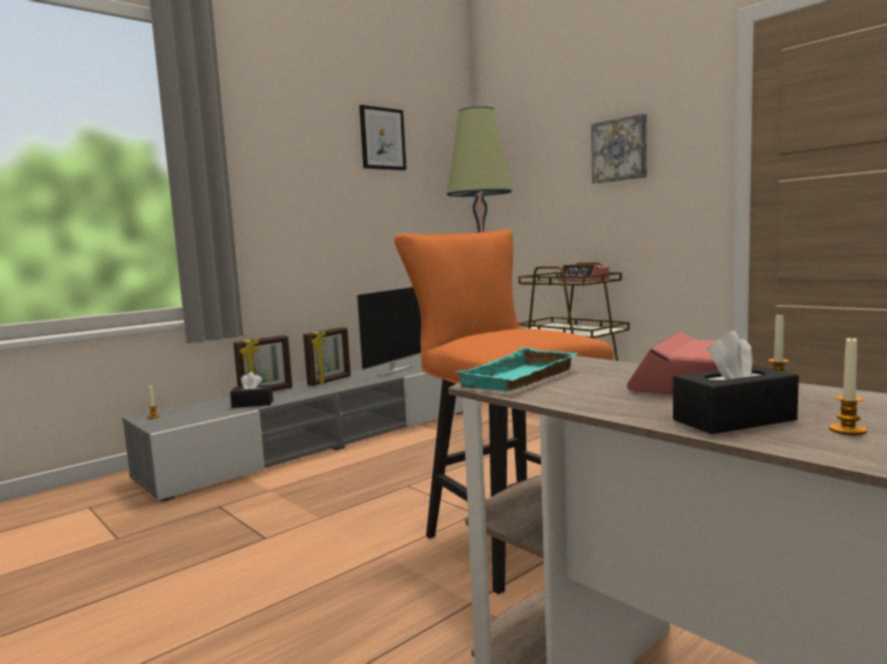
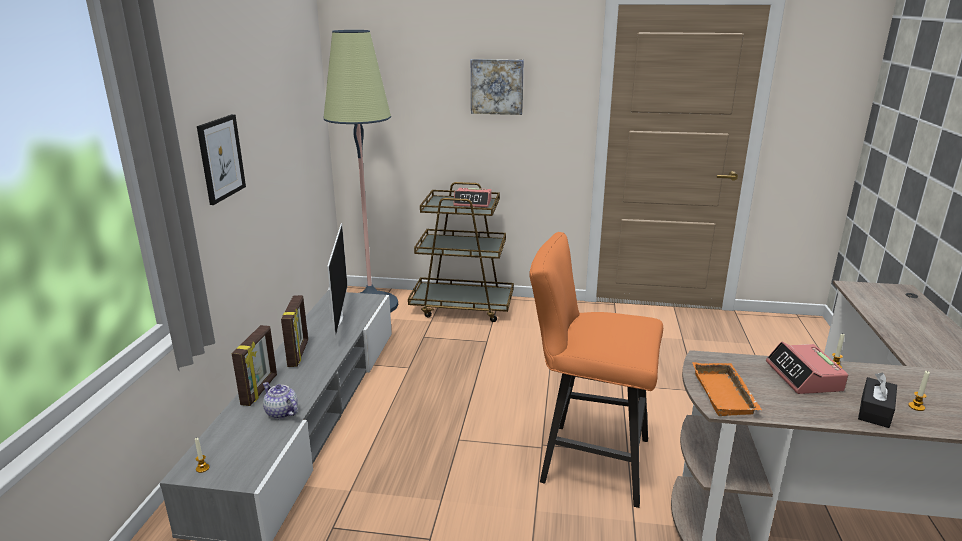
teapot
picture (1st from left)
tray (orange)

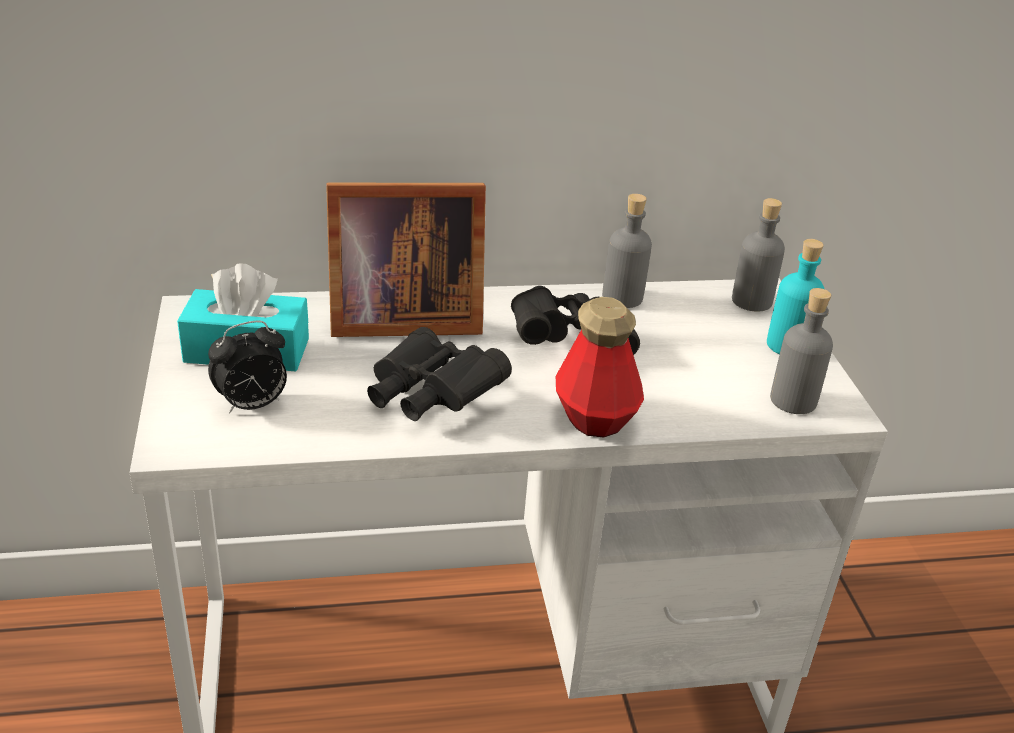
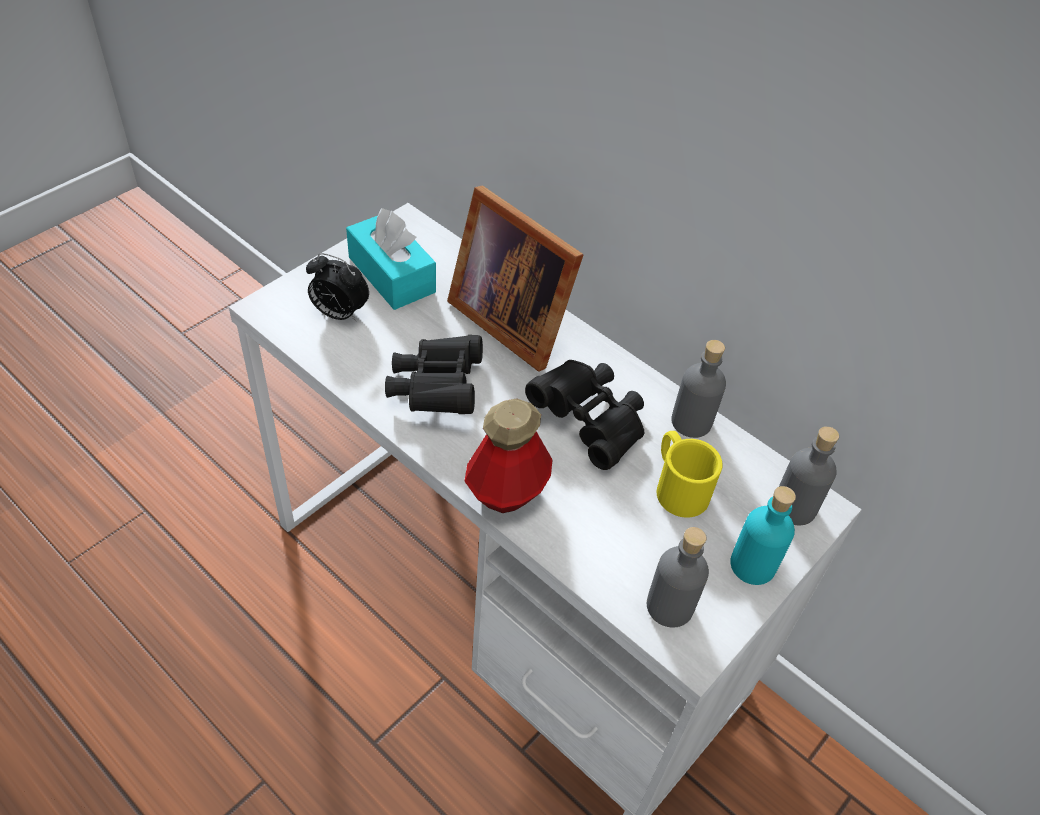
mug (yellow)

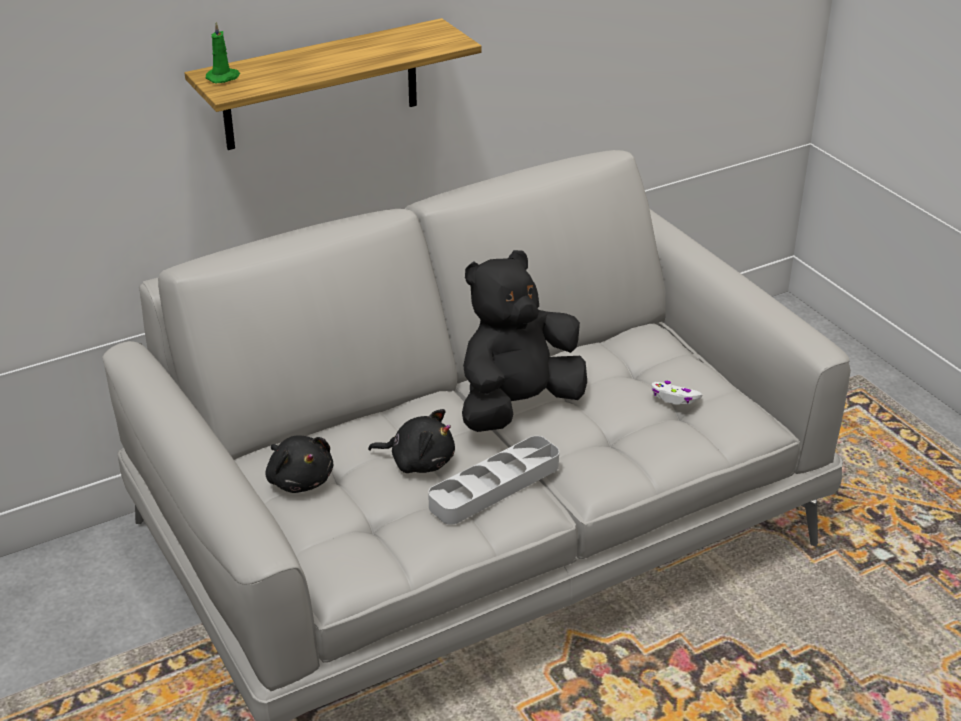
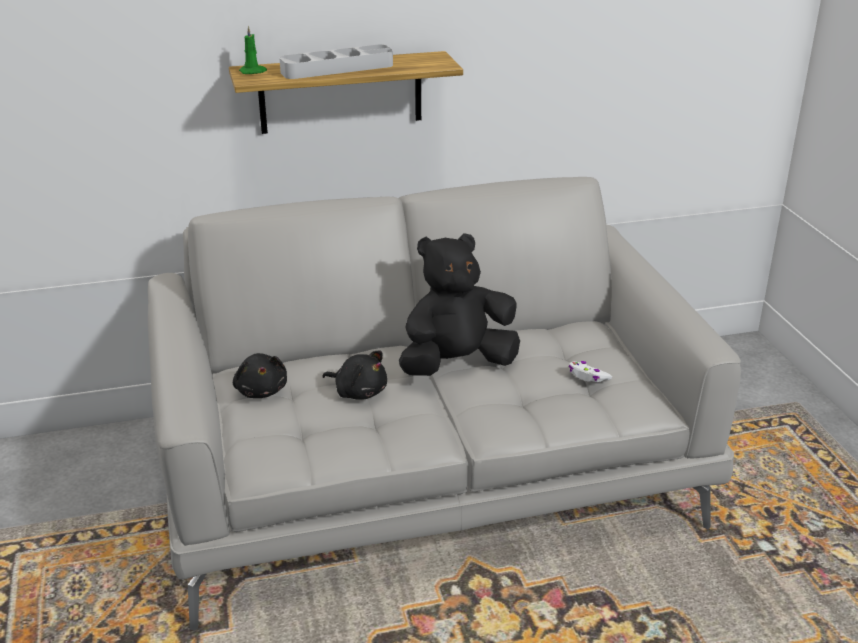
tray (grey)

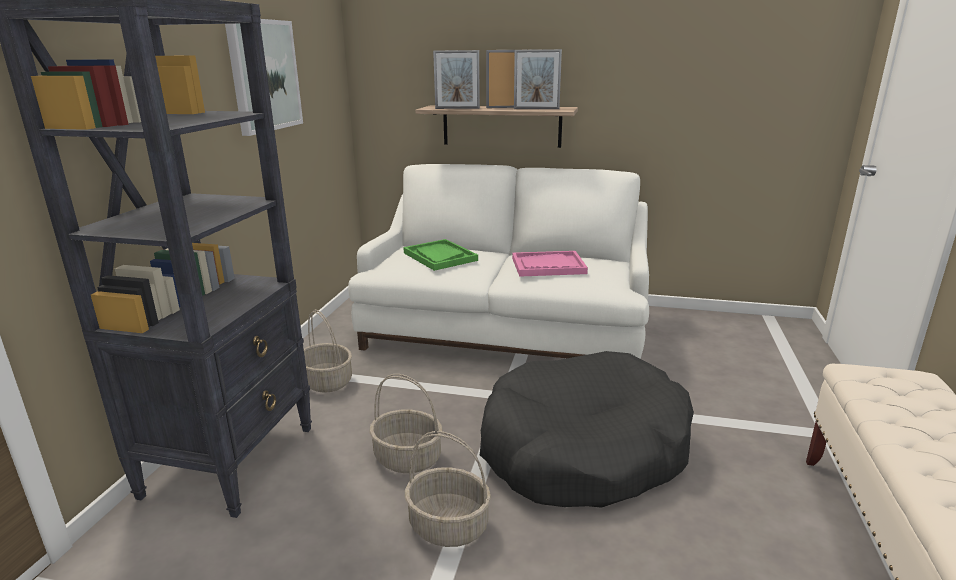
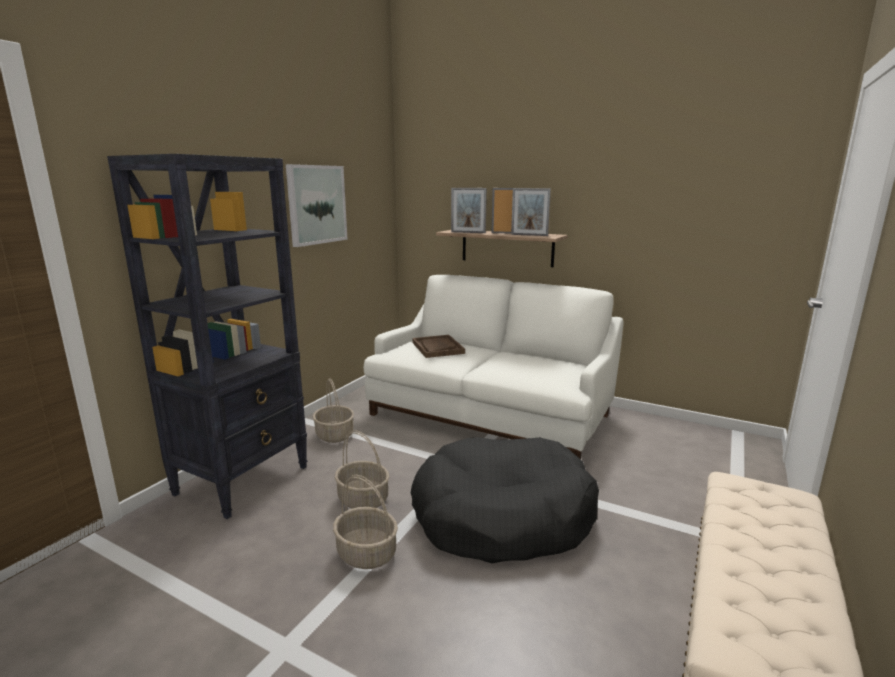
tray (brown)
tray (pink)

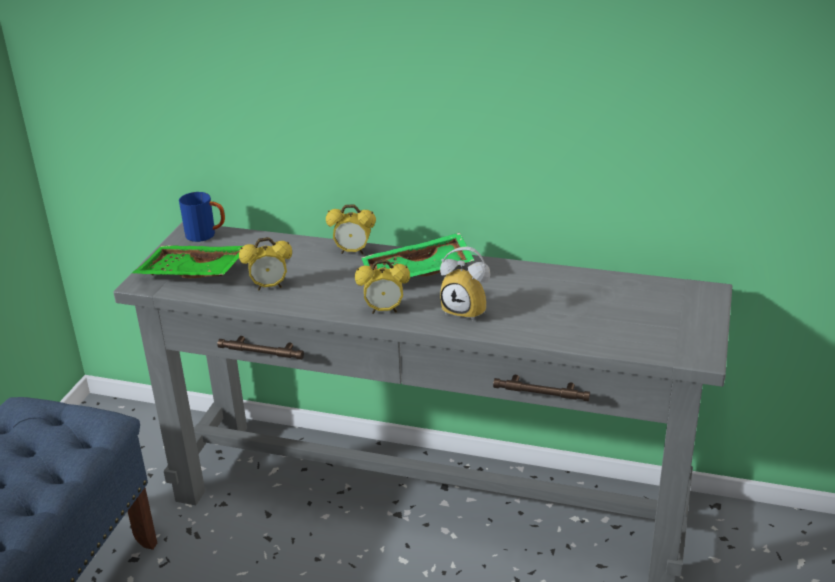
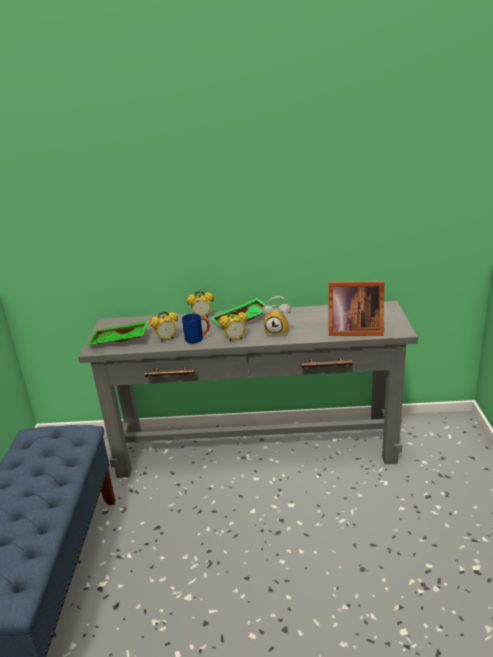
mug (blue)
picture frame

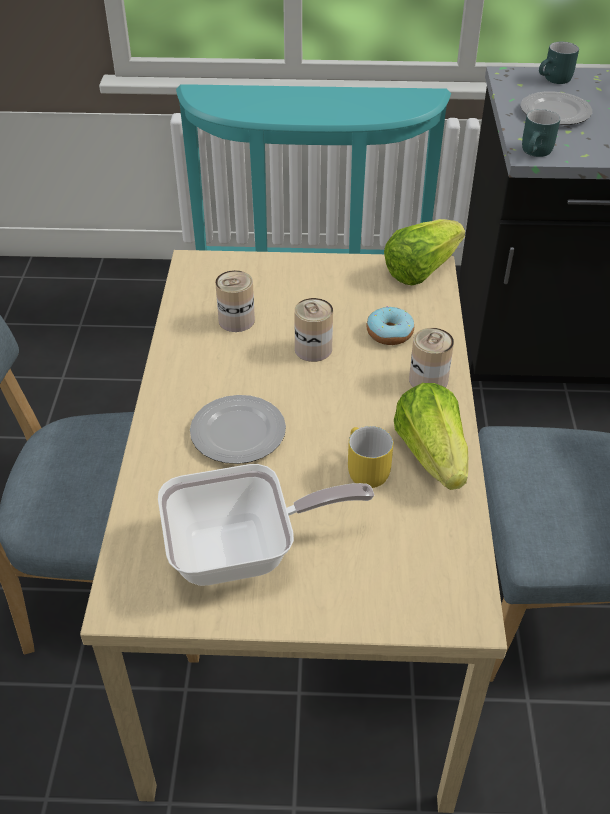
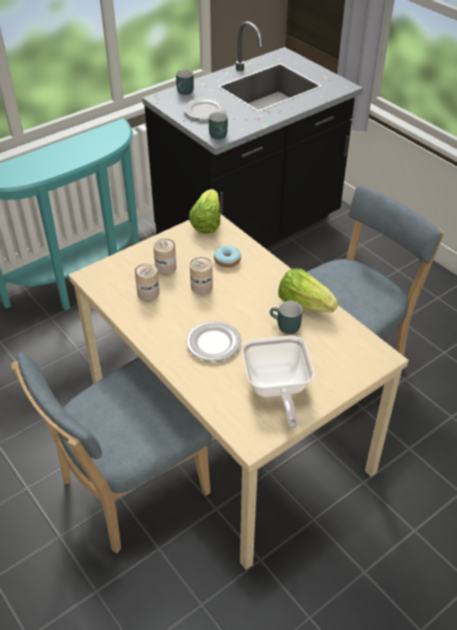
frying pan
mug (turquoise) (3rd from left)
can (2nd from left)

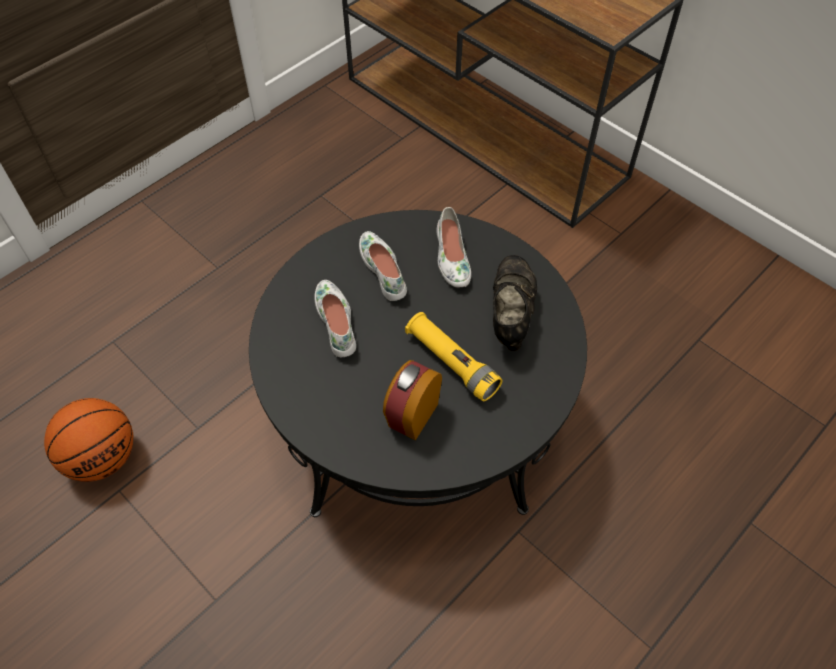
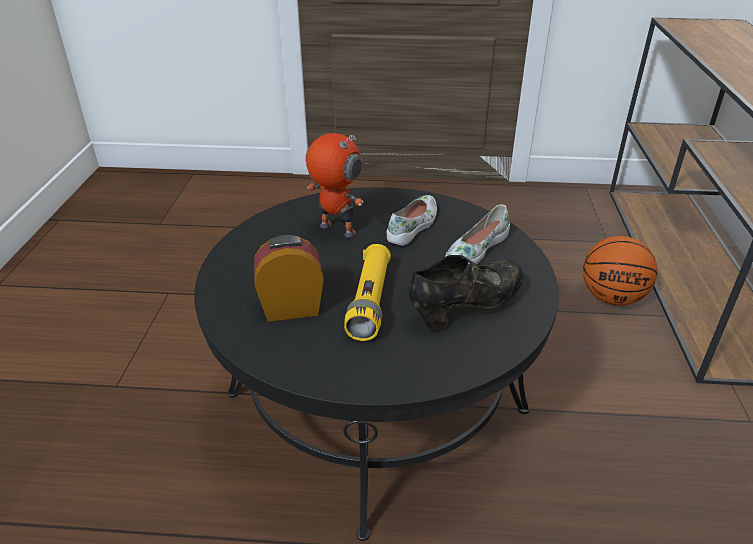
basketball
toy robot

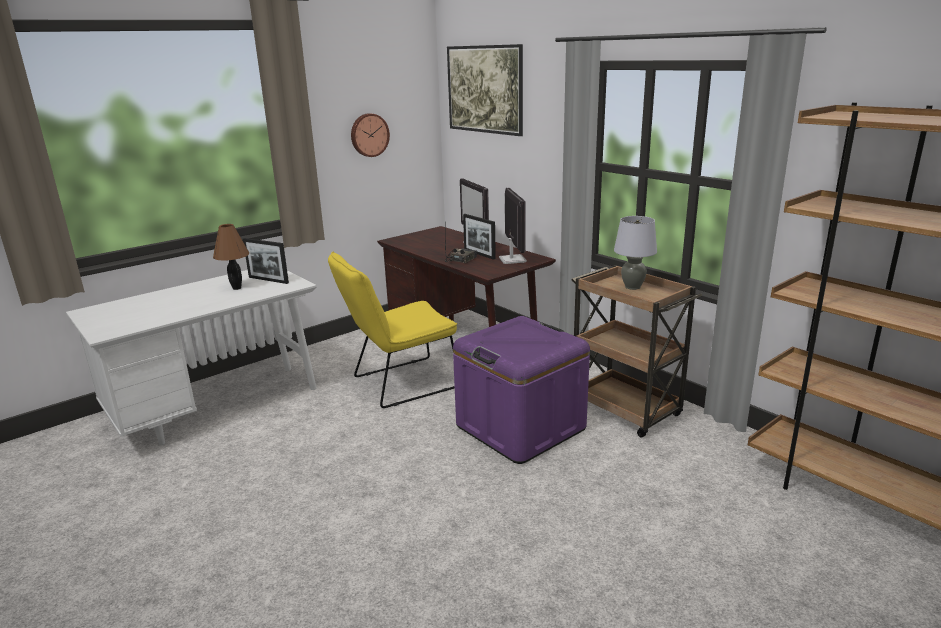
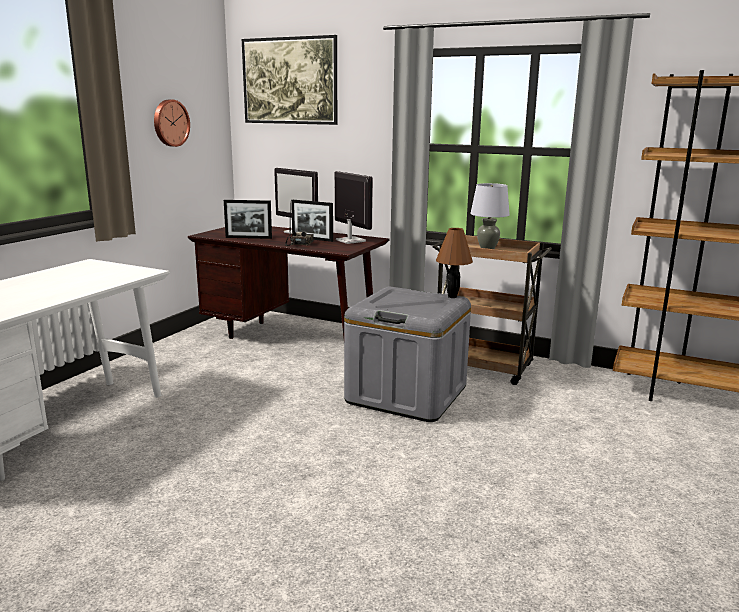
table lamp (brown)
picture frame (1st from left)
chair (yellow)
storage box (grey)

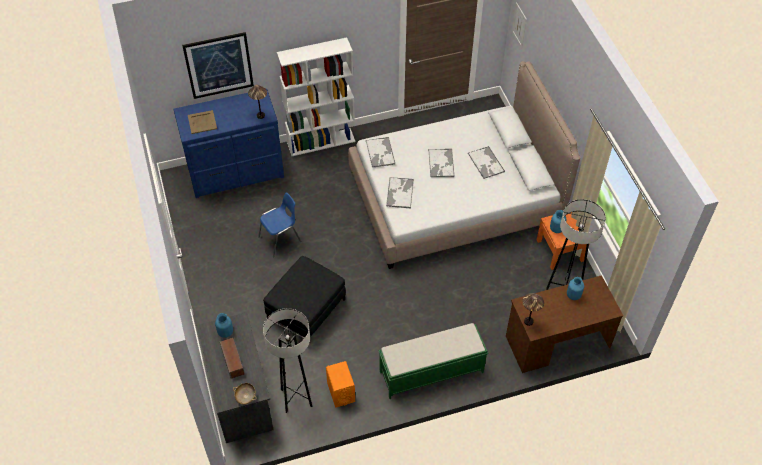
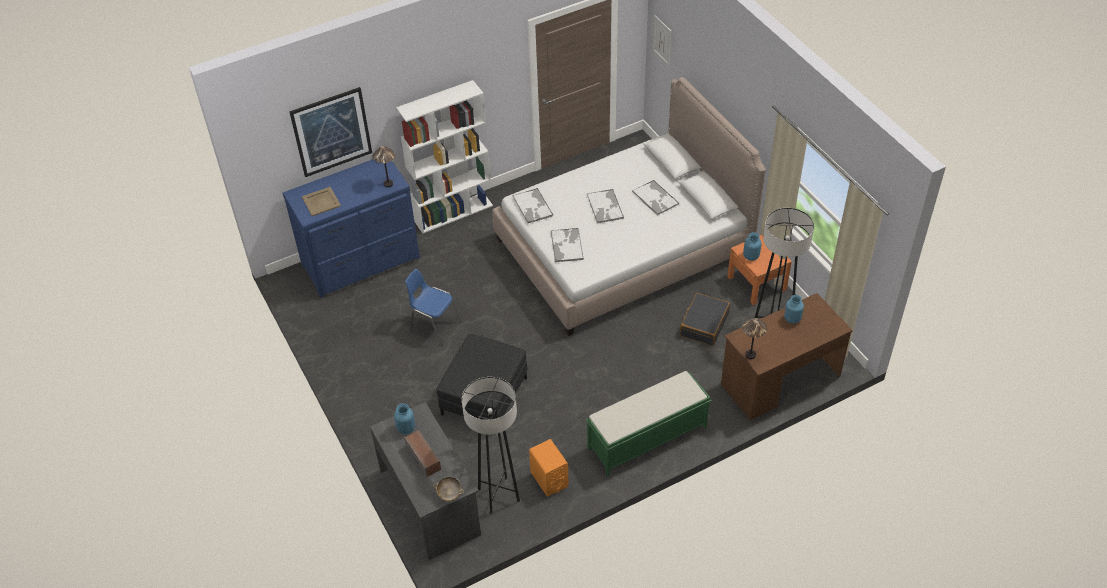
chair (blue)
suitcase (black)

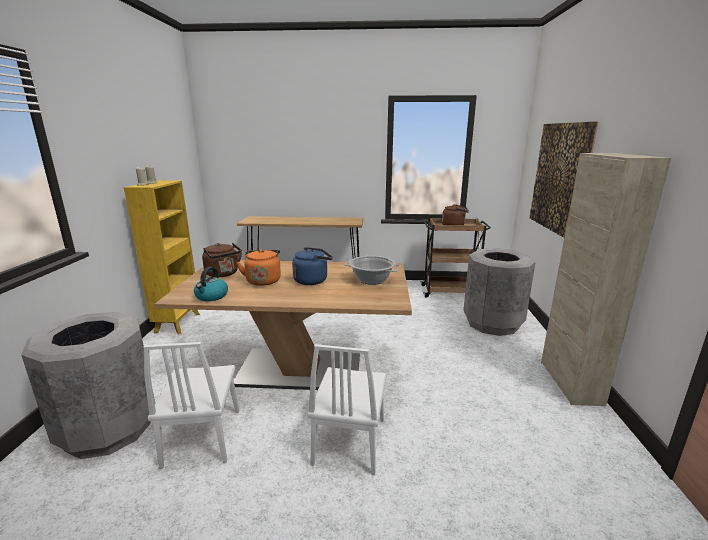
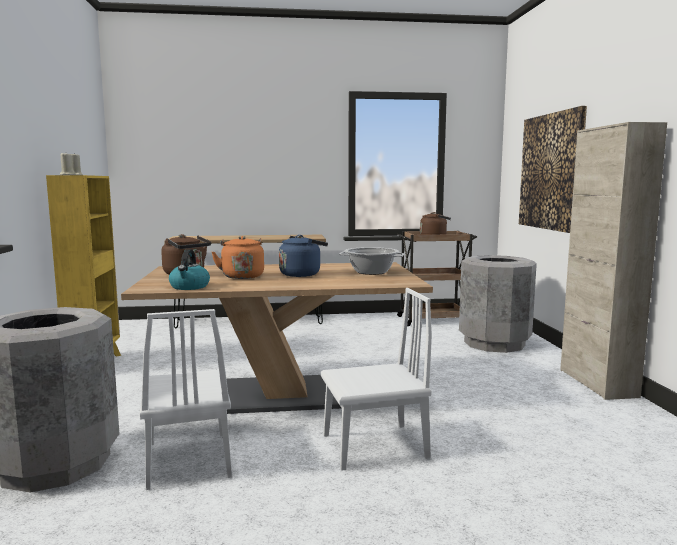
chair (white) (2nd from left)

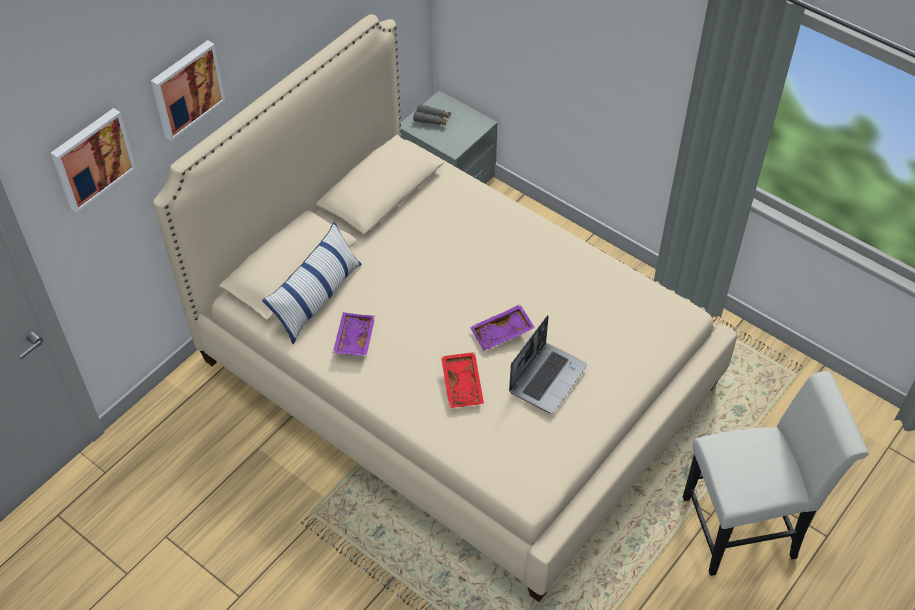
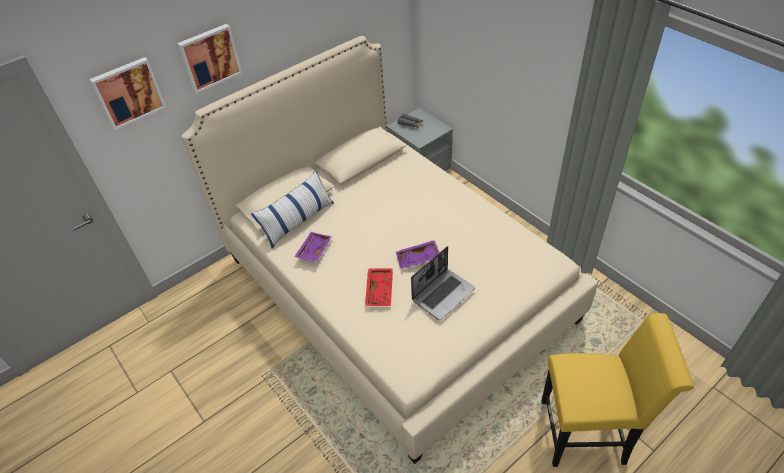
chair (yellow)

